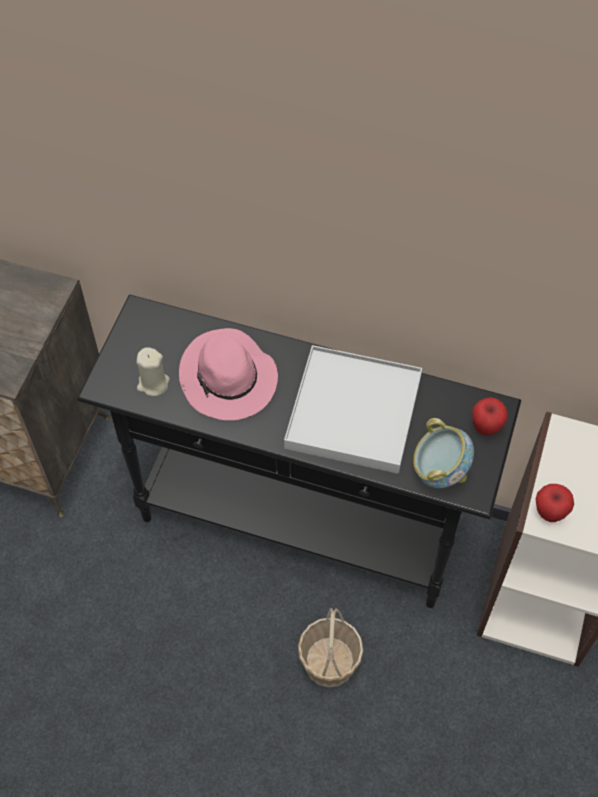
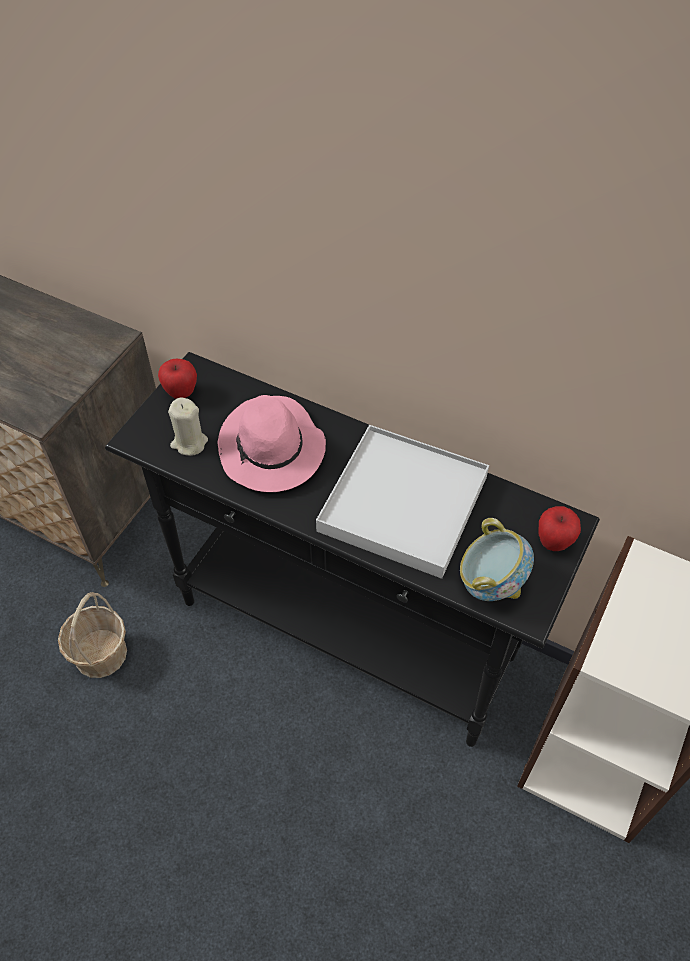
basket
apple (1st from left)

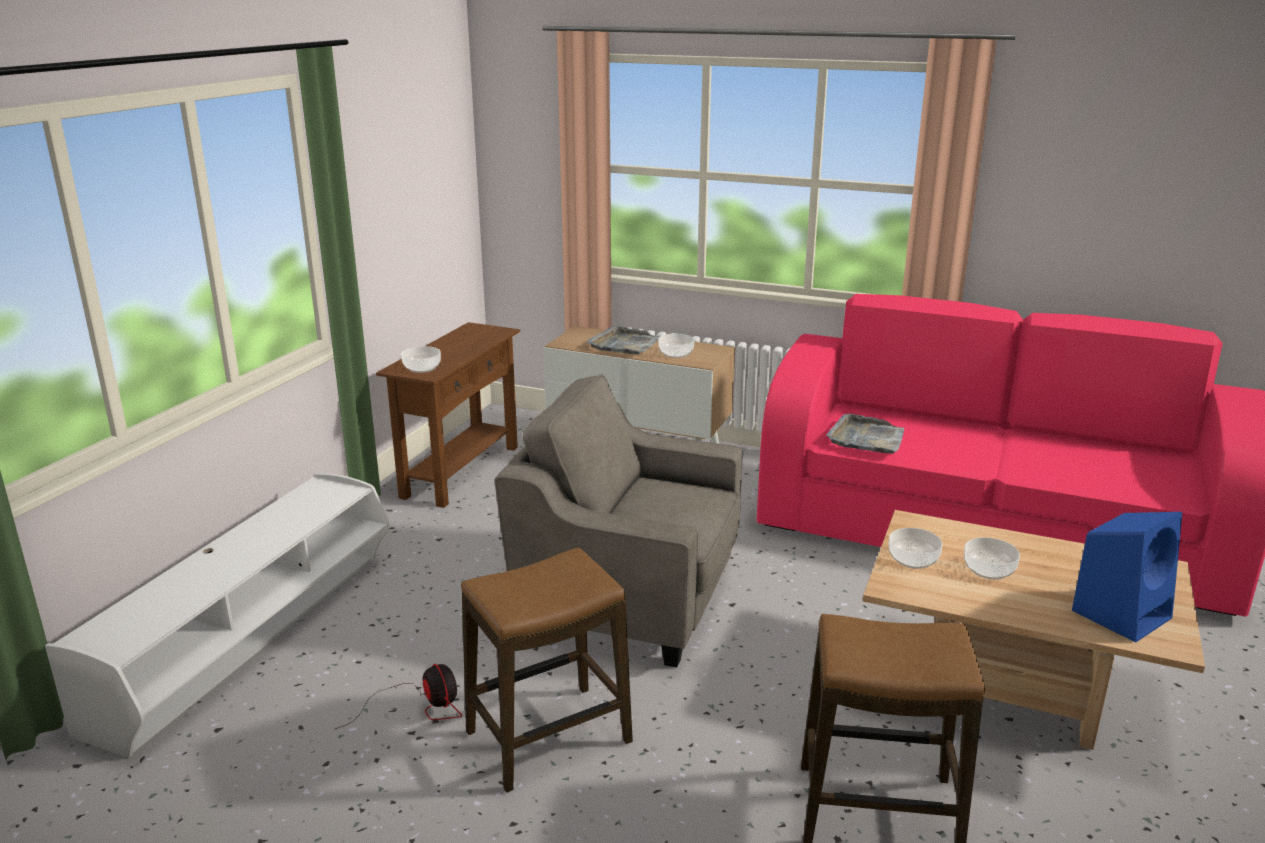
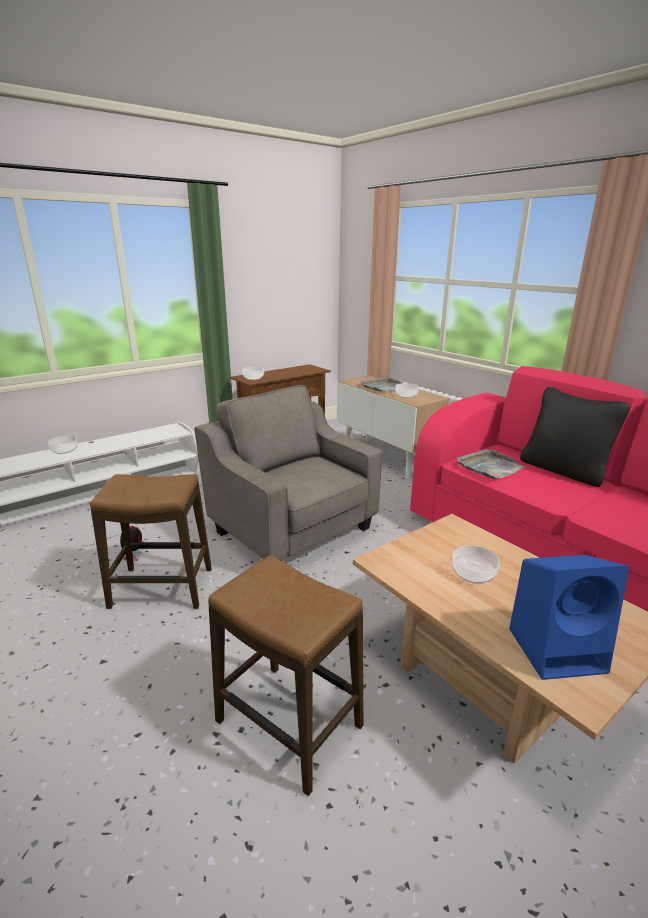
bowl (1st from left)
pillow (black)

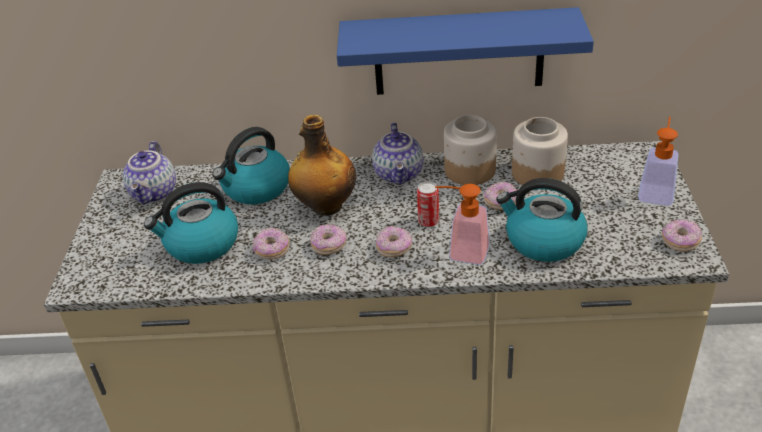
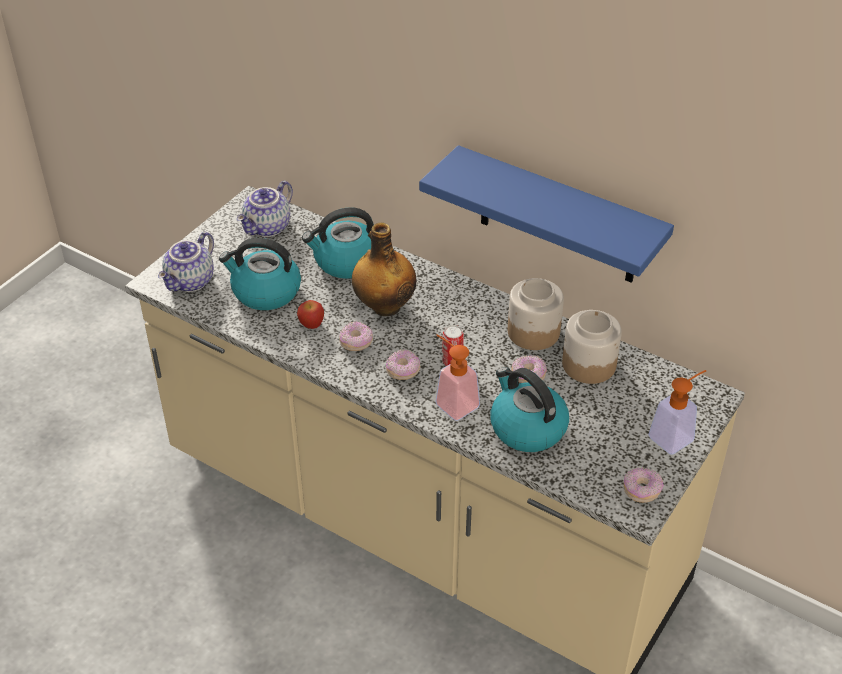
apple
teapot (1st from left)

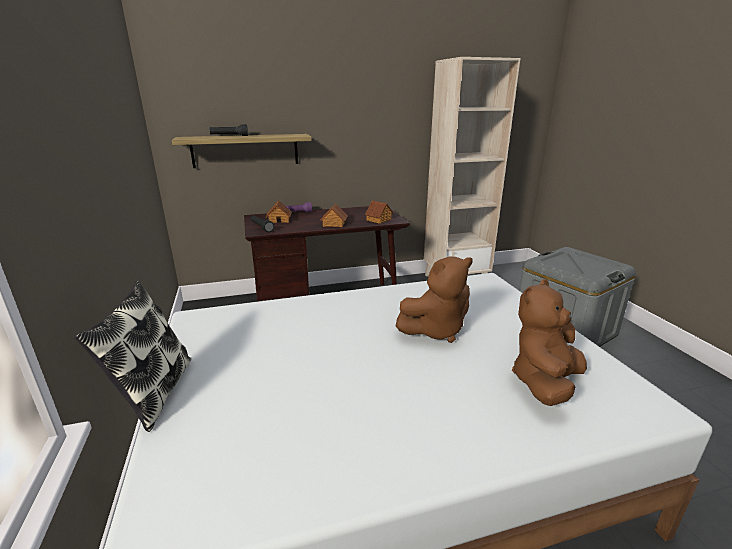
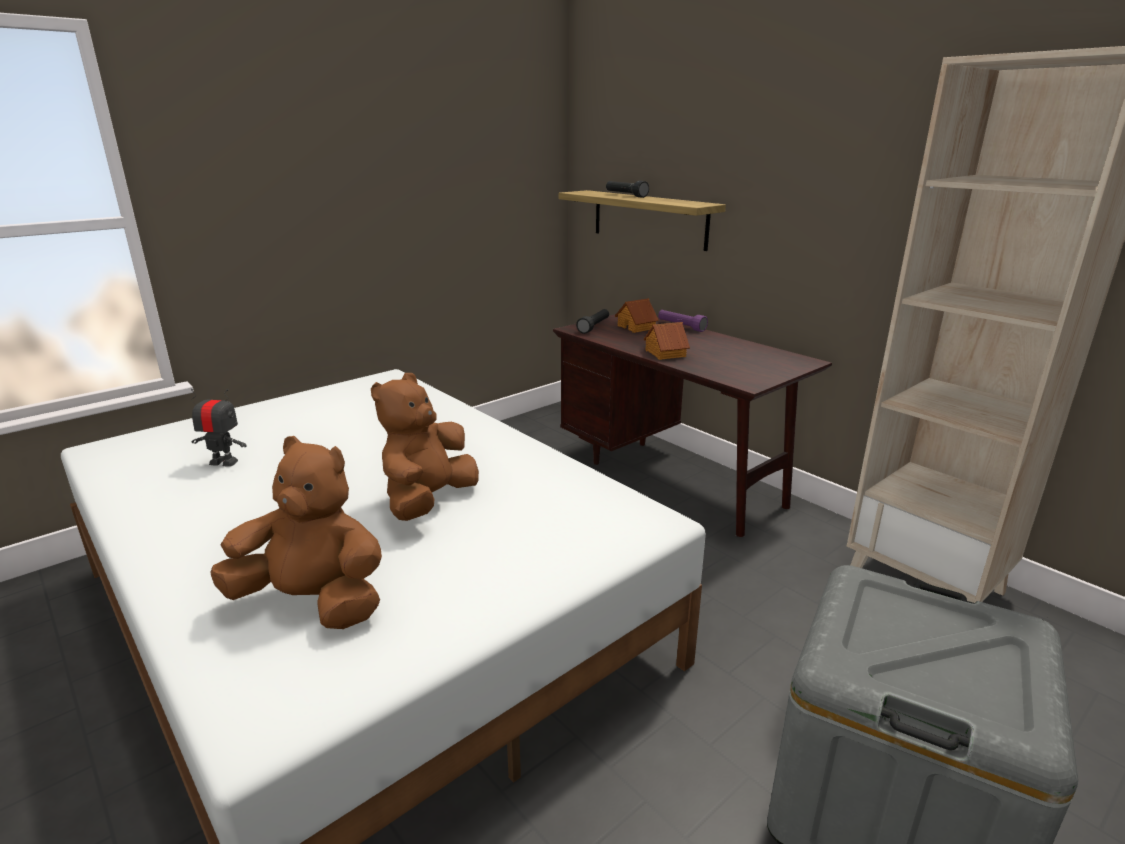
pillow
toy house (3rd from left in the first image)
plush toy (brown) (2nd from left)
toy robot

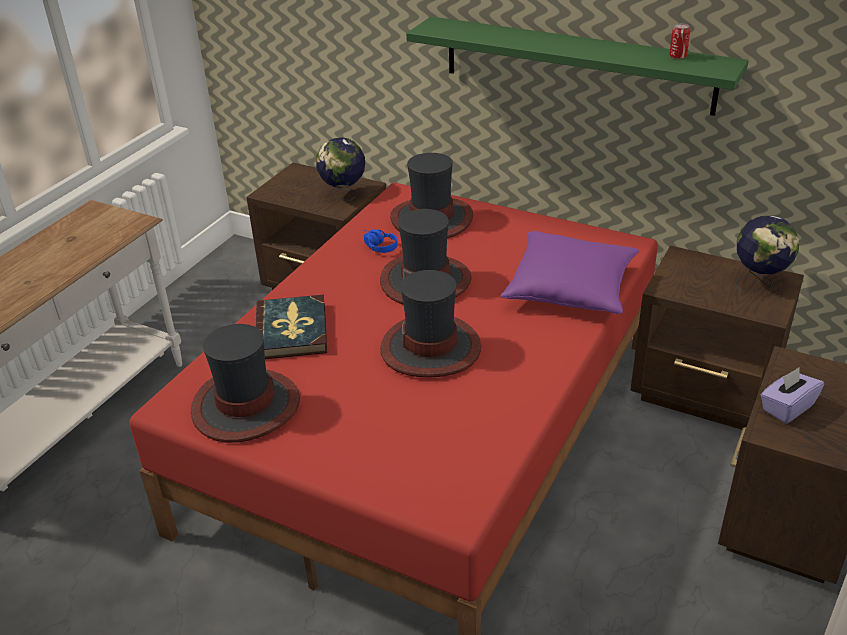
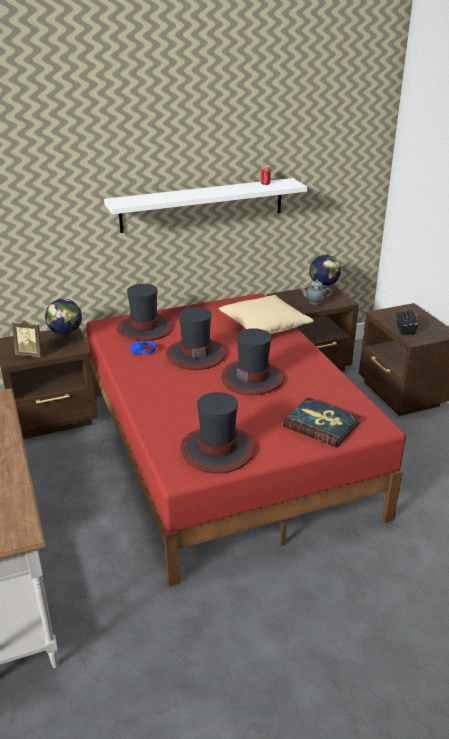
book
shelf (white)
pillow (beige)
tissue box (black)
picture frame
teapot

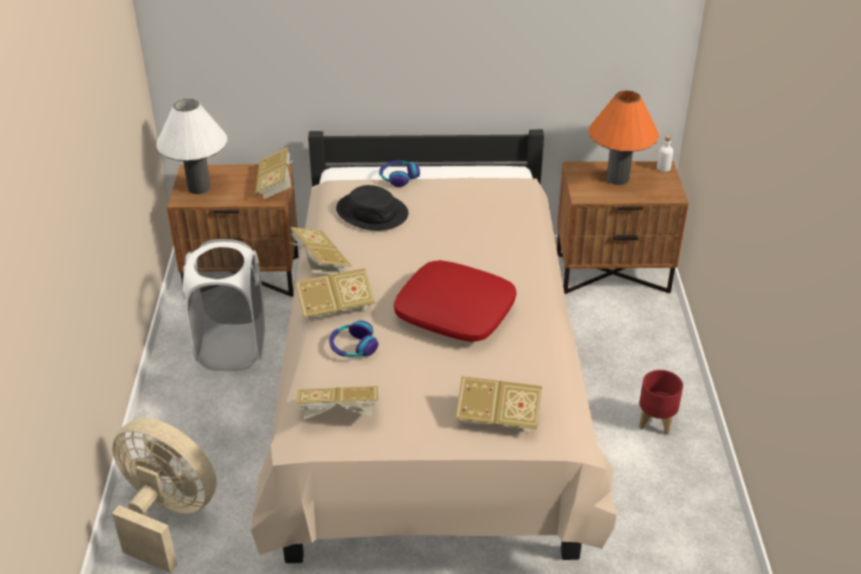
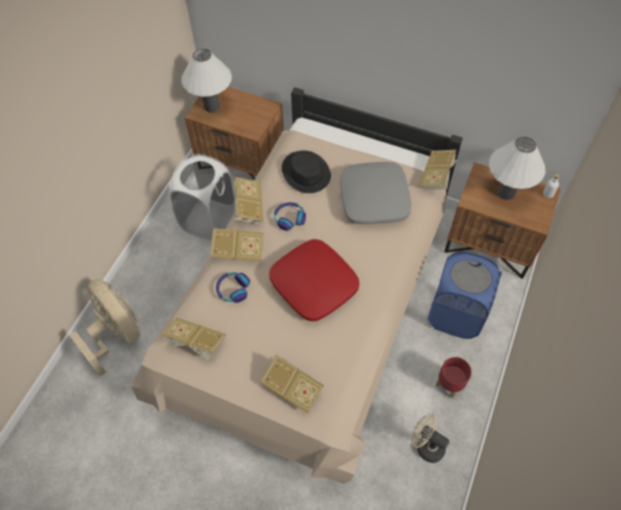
book (5th from left)
headphones (2nd from left)
table lamp (white) (2nd from left)
pillow (grey)
fan (beige) (2nd from left)
laundry basket (blue)

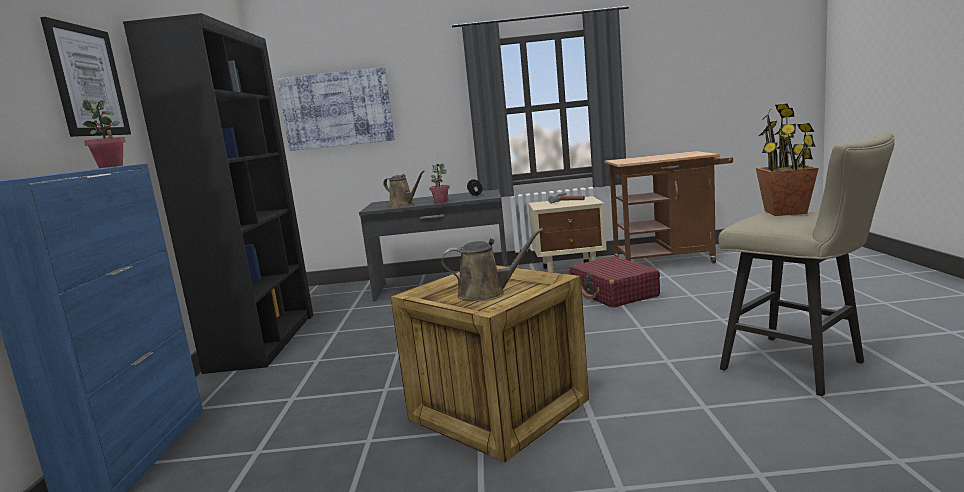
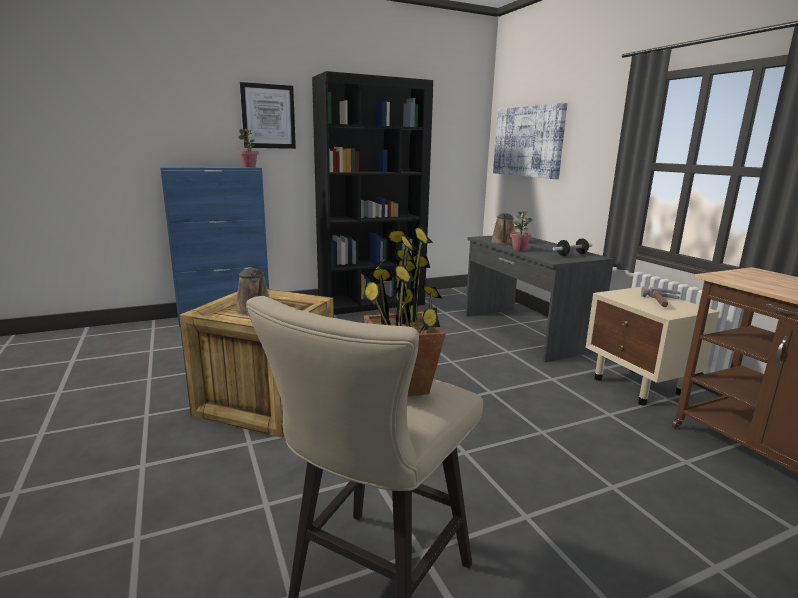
suitcase (red)

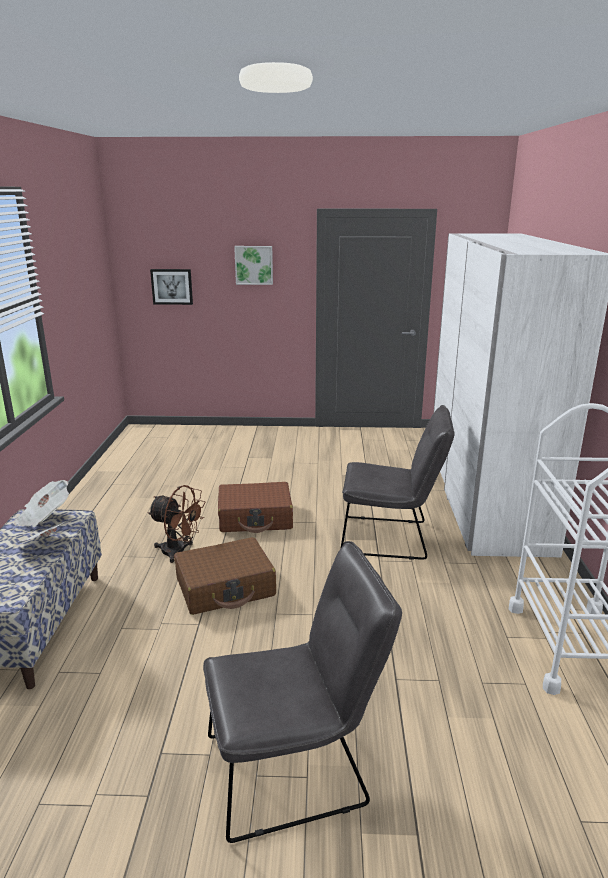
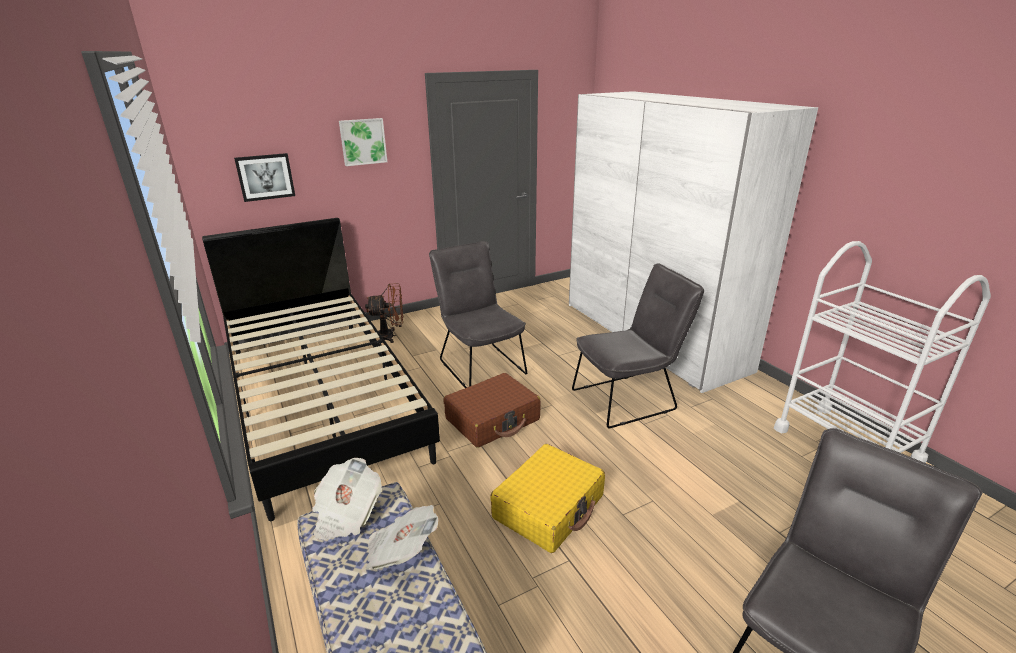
fan (brown)
suitcase (yellow)
bed (black)
chair (grey) (1st from left)

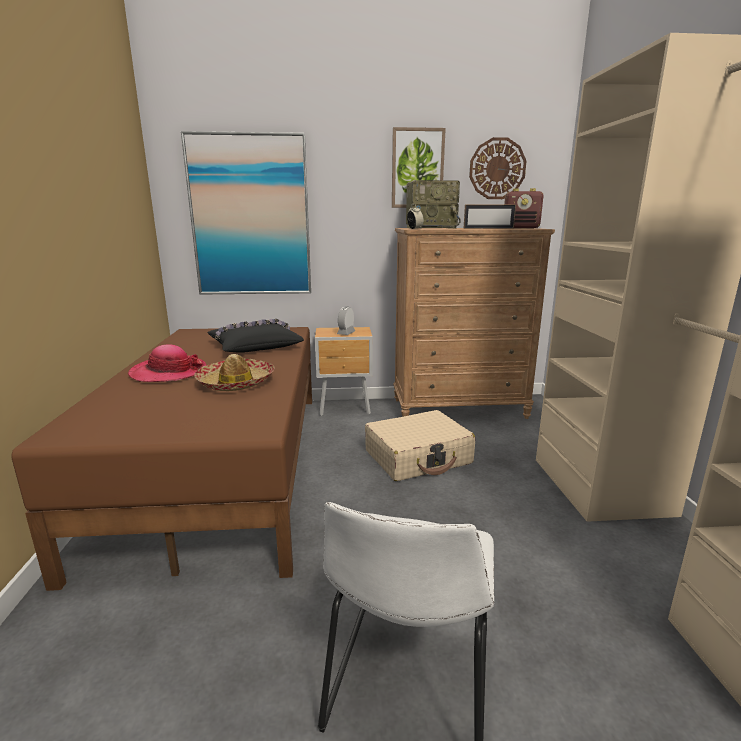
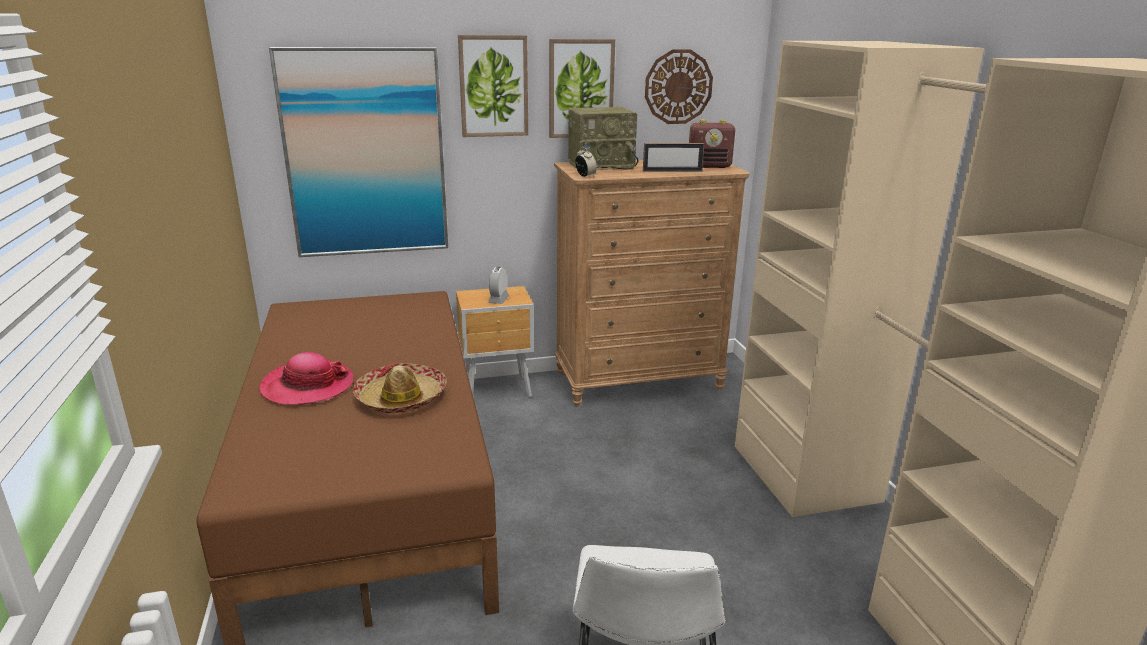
pillow (black)
suitcase (beige)
picture (2nd from left)

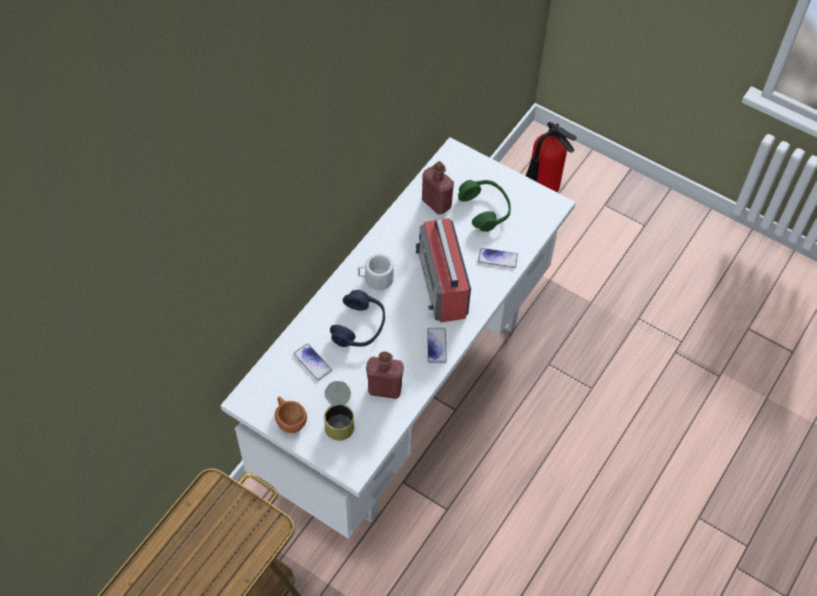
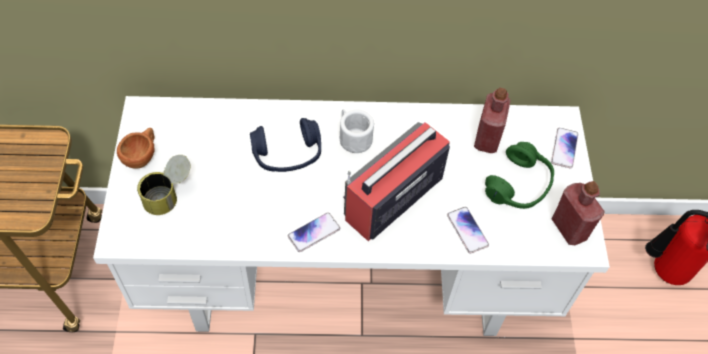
phone (3rd from left)
bottle (red) (2nd from left)

